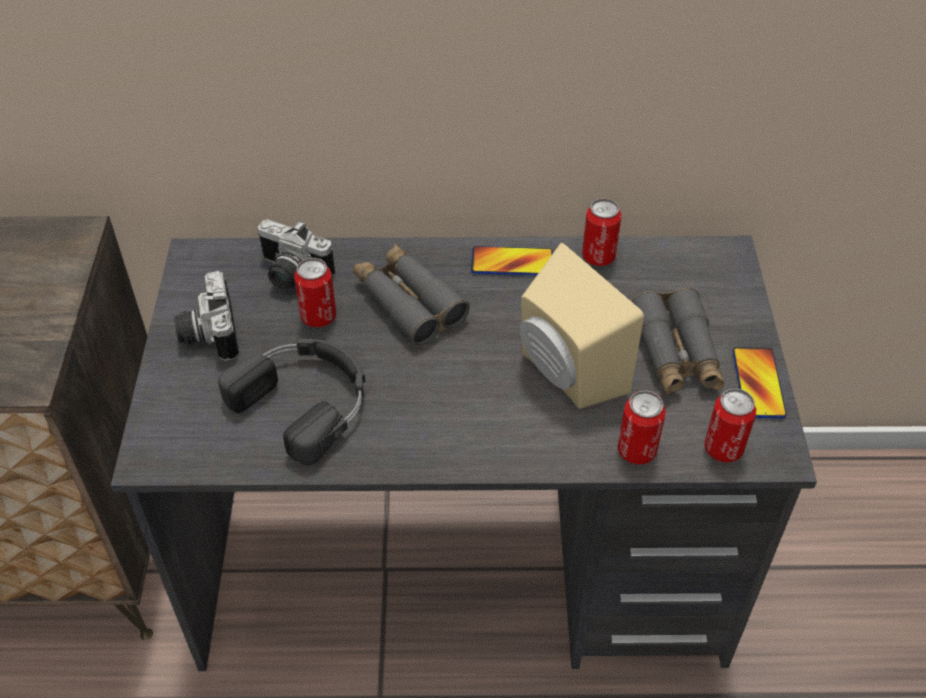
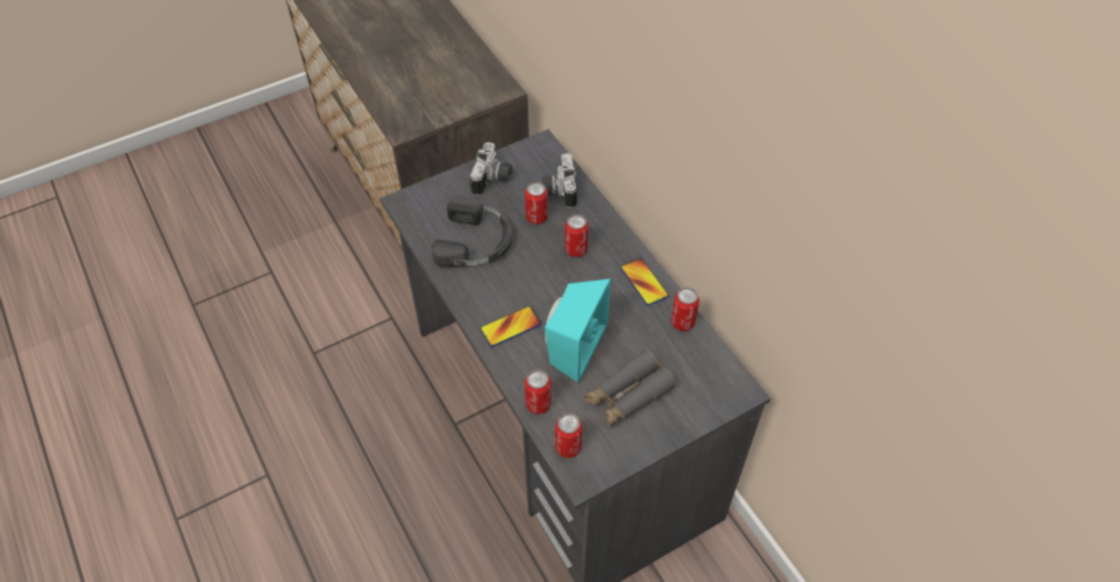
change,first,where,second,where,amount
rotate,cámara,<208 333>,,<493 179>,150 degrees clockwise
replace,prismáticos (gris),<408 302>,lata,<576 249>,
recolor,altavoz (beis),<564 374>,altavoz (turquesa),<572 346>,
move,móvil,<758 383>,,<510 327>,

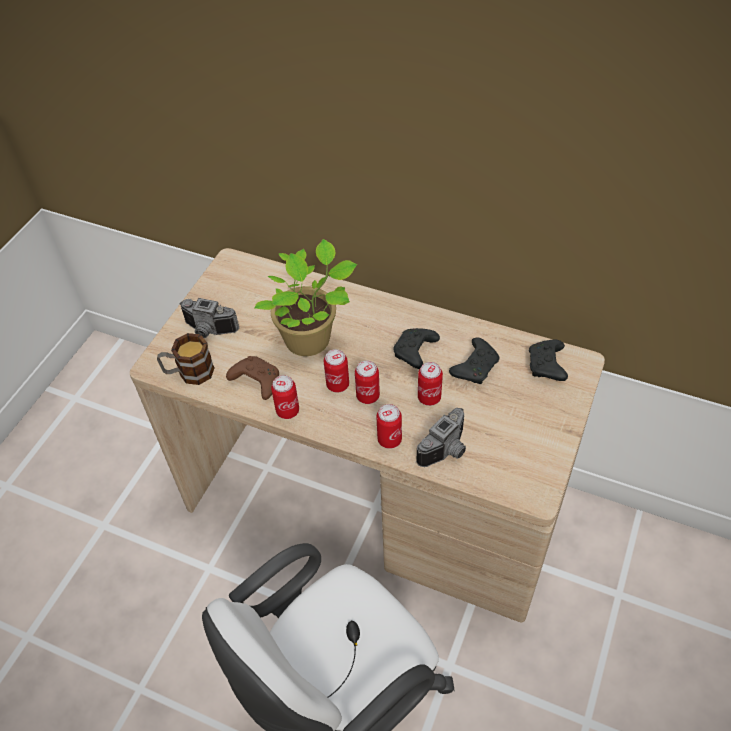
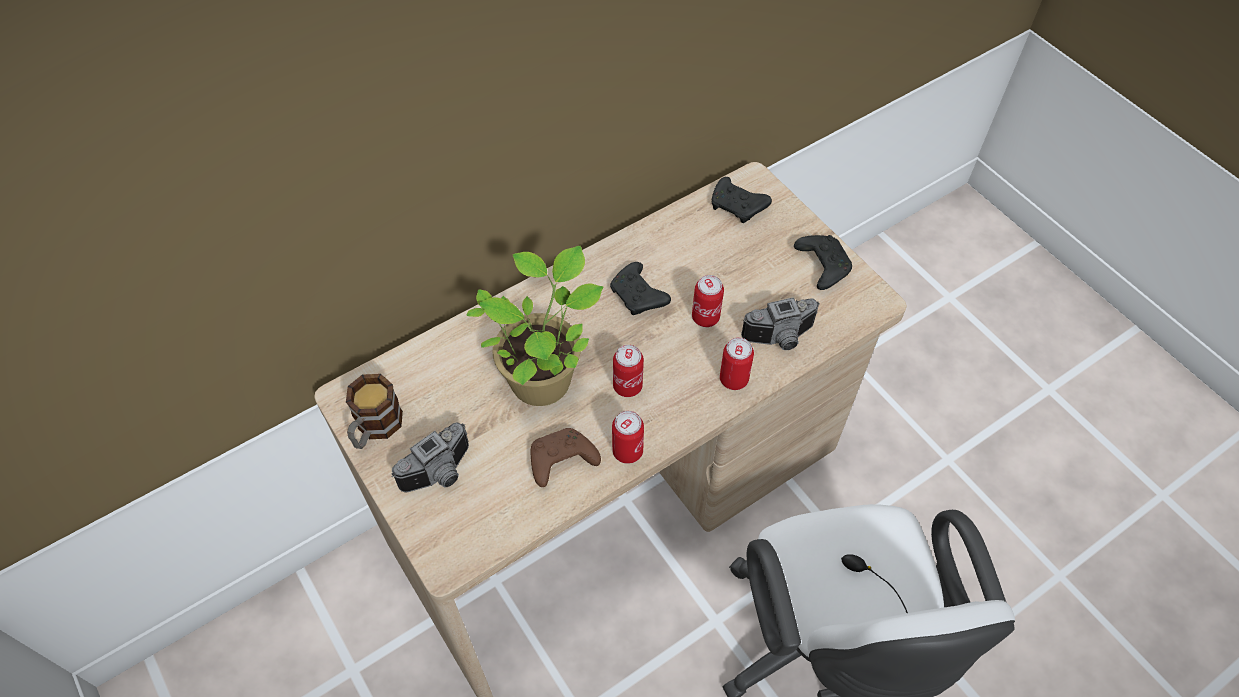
change,first,where,second,where,amount
move,taza grande,<189 373>,,<375 428>,
delete,lata,<368 396>,,,
rotate,cámara,<447 451>,,<781 339>,90 degrees clockwise
move,mando de consola (negro),<475 367>,,<821 265>,

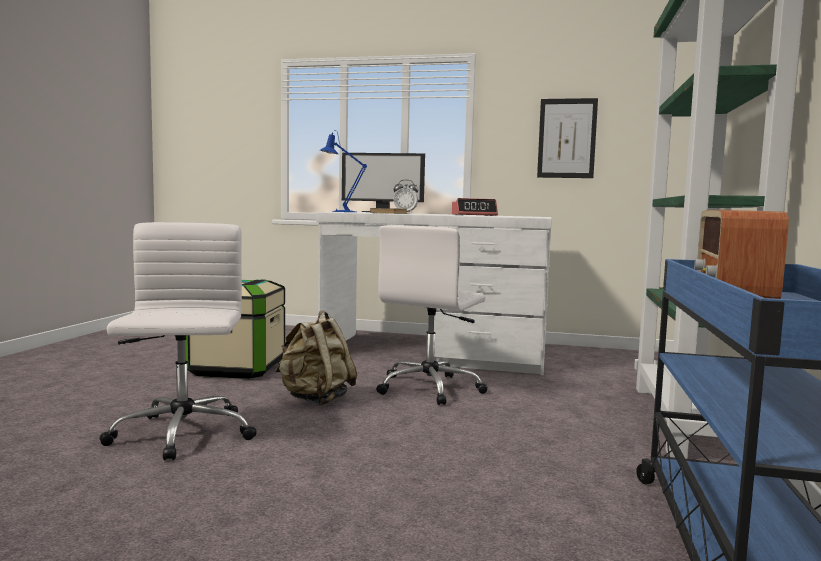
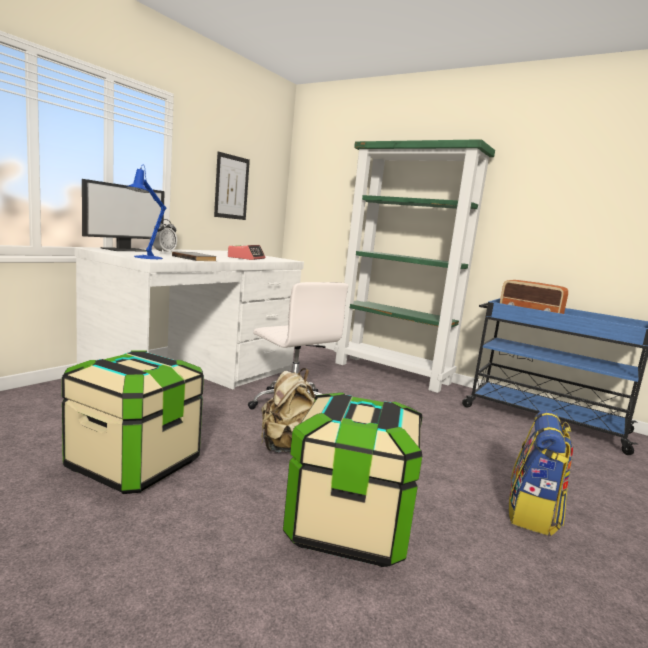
change,first,where,second,where,amount
replace,silla de oficina (blanco),<182 435>,caja de almacenaje,<348 525>,
insert,,,mochila,<533 514>,

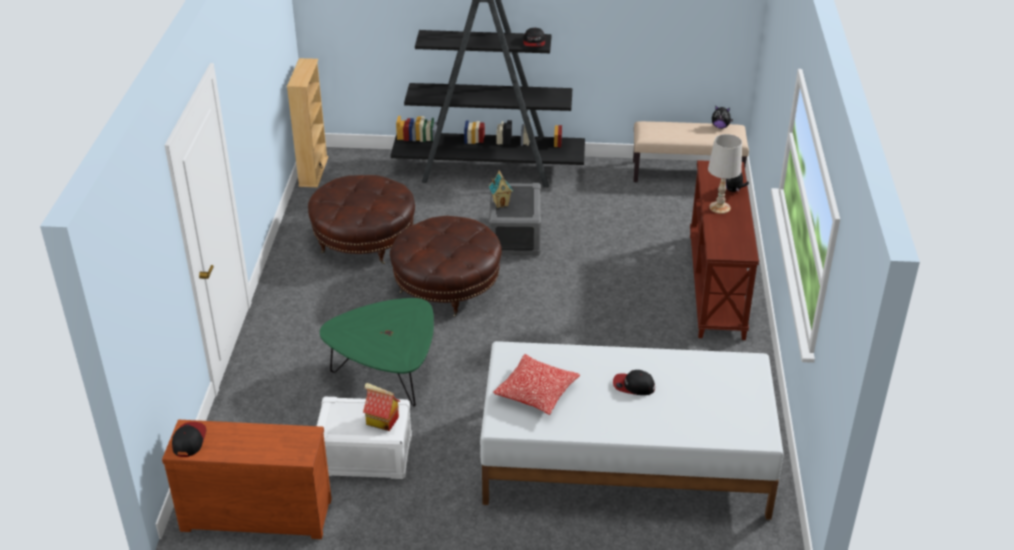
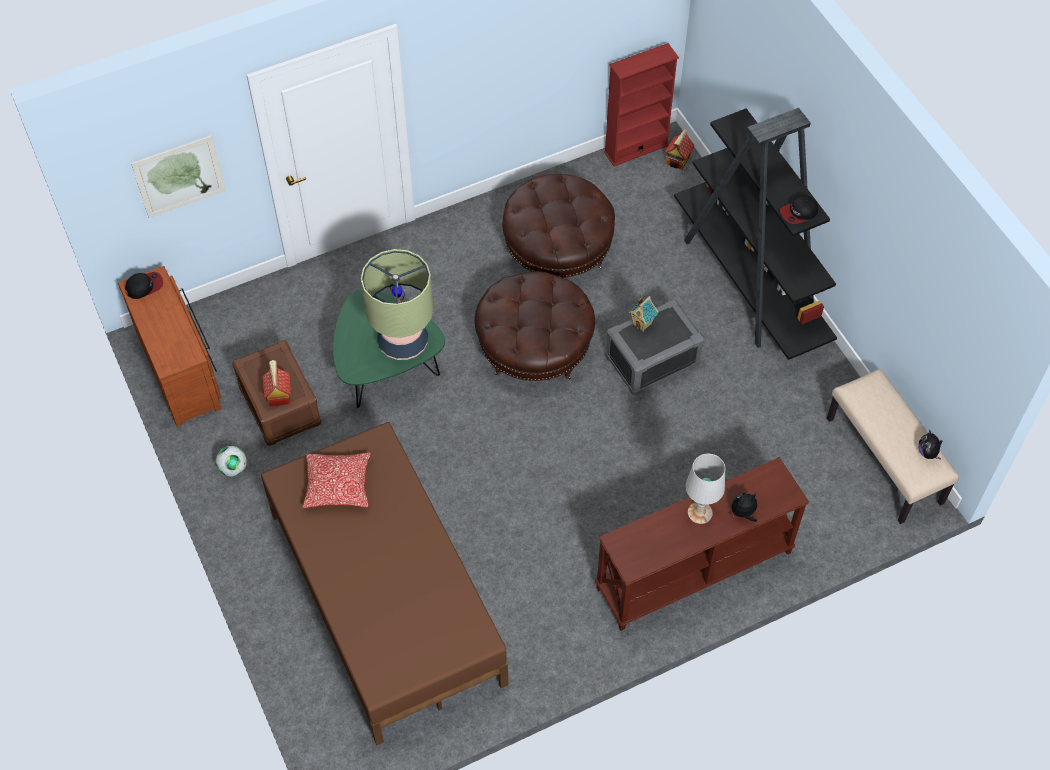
change,first,where,second,where,amount
recolor,estantería (beis),<313 171>,estantería (rojo),<636 148>,
recolor,caja de almacenaje (blanco),<364 456>,caja de almacenaje (marrón),<279 405>,
recolor,cama (blanco),<626 460>,cama (marrón),<385 599>,
delete,gorra,<633 386>,,,
insert,,,cuadro,<179 176>,
insert,,,balón de fútbol,<233 468>,
insert,,,lámpara de mesa,<403 342>,
insert,,,casita,<678 160>,

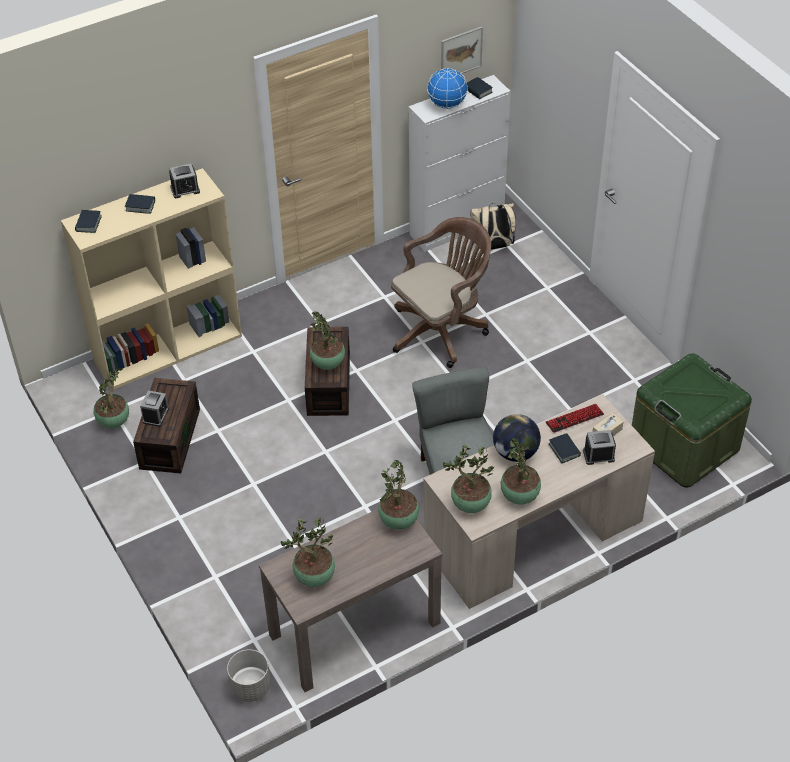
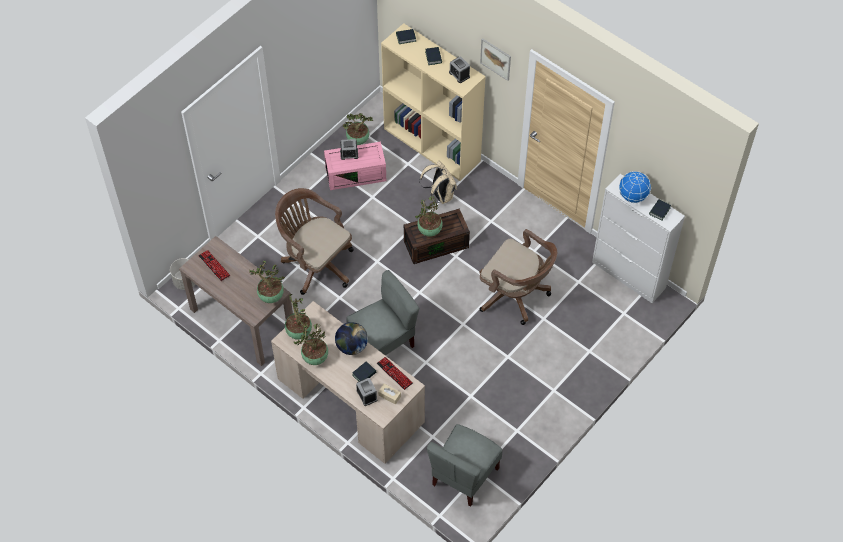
change,first,where,second,where,amount
recolor,caja de almacenaje (marrón),<169 437>,caja de almacenaje (rosa),<356 173>,
replace,planta en maceta,<313 578>,teclado,<214 266>,
move,cuadro,<461 53>,,<495 59>,
move,mochila (beis),<493 246>,,<440 195>,
replace,caja de almacenaje (verde),<684 446>,silla (gris),<464 476>,
insert,,,silla de oficina (marrón),<316 263>,

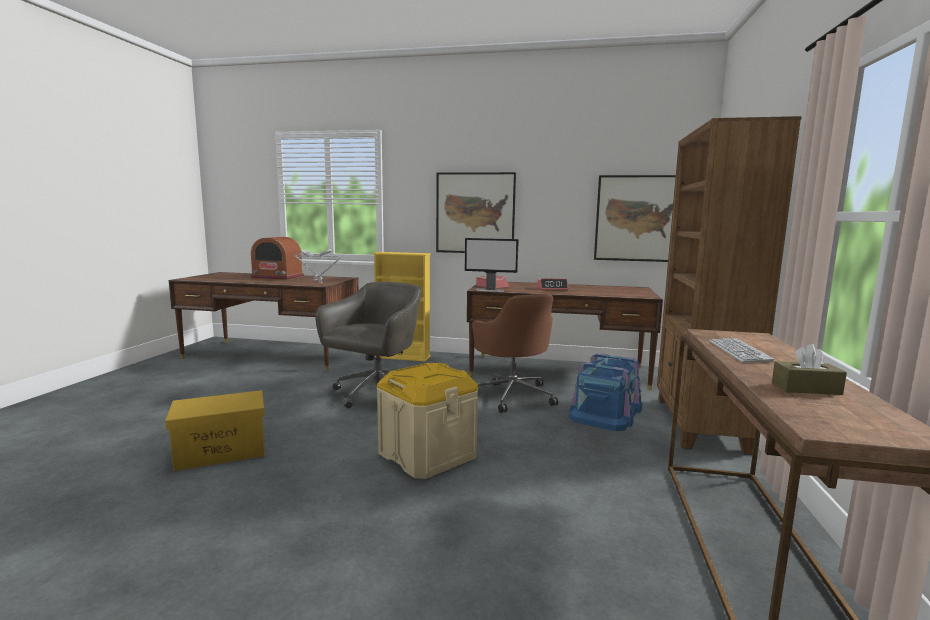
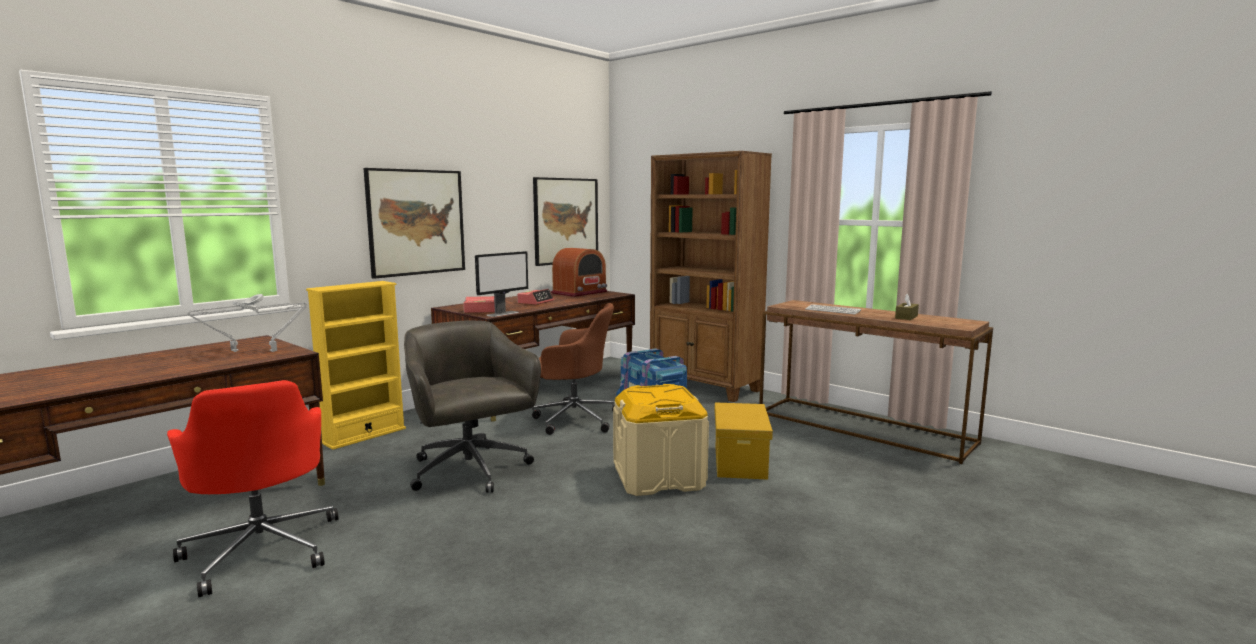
change,first,where,second,where,amount
move,caja de almacenaje (amarillo),<220 452>,,<740 462>,
move,radio,<277 277>,,<580 292>,
insert,,,silla de oficina (rojo),<262 549>,

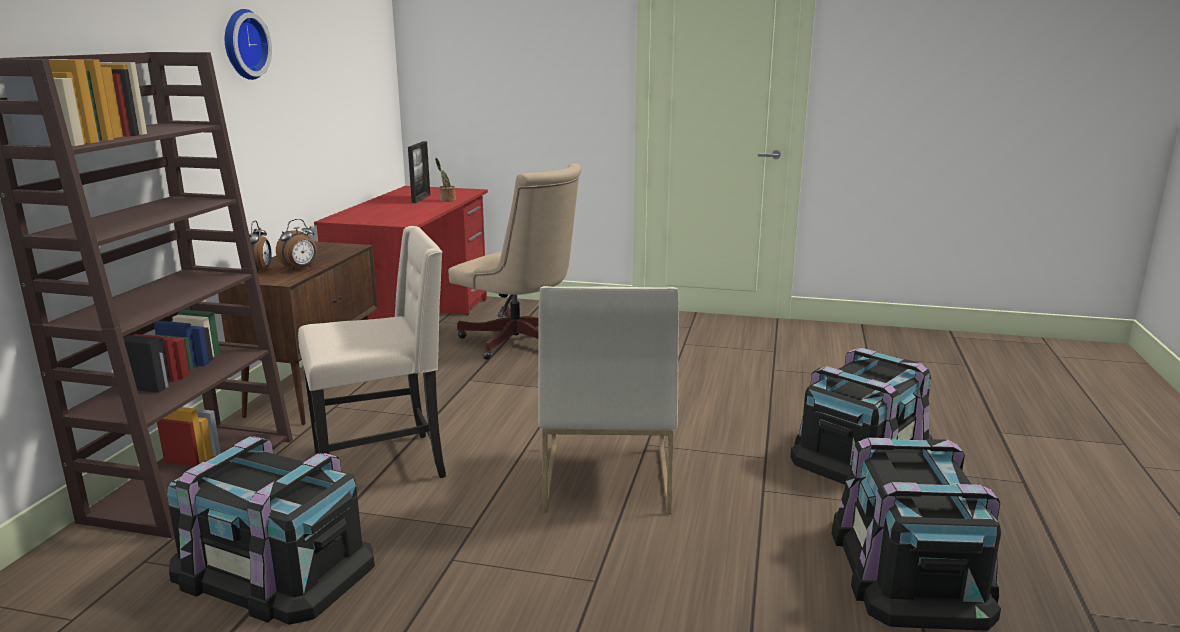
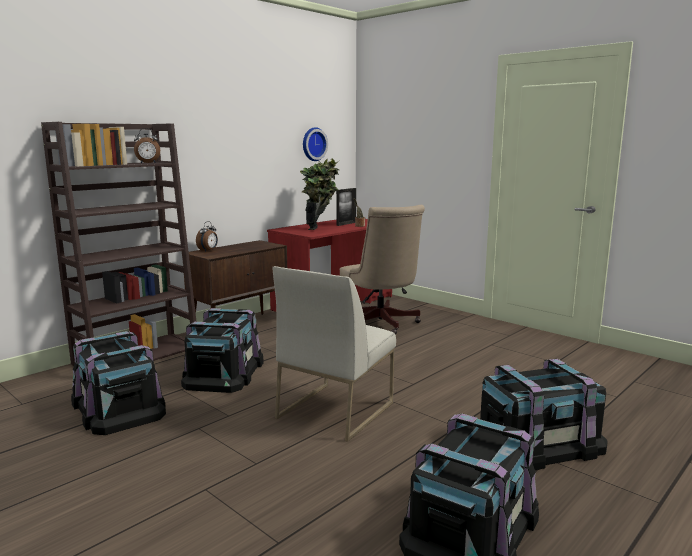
change,first,where,second,where,amount
move,reloj de pared,<242 44>,,<313 144>,
move,despertador,<300 269>,,<148 163>,
replace,silla (beis),<382 465>,caja de almacenaje (negro),<225 372>,
insert,,,planta en maceta,<320 228>,

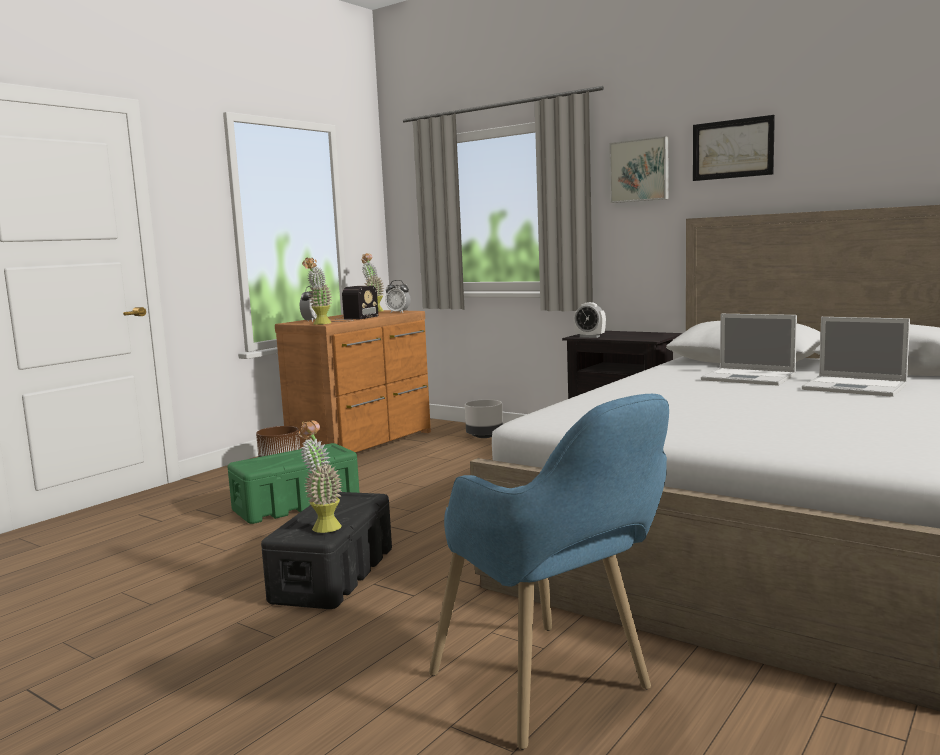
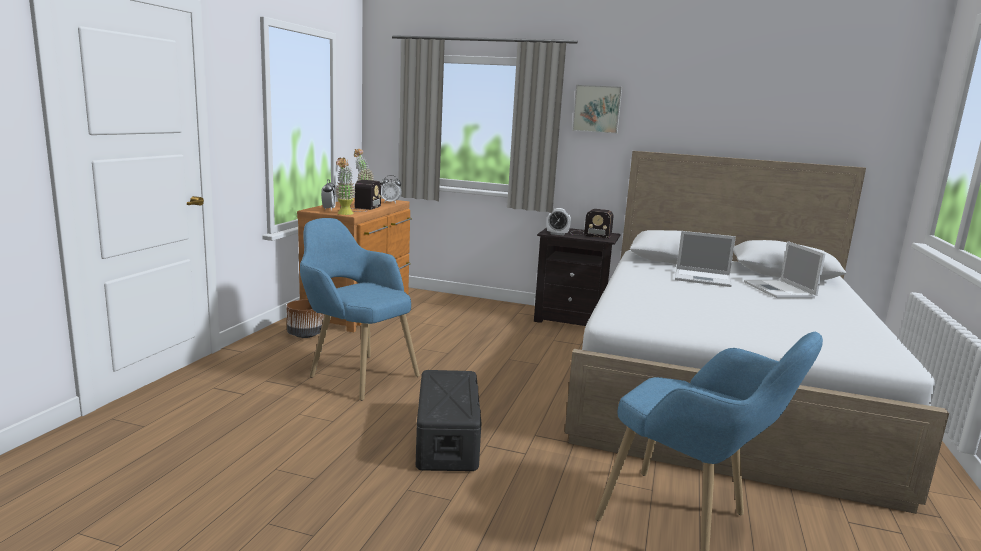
change,first,where,second,where,amount
replace,caja de almacenaje (verde),<297 504>,sillón (azul),<355 373>,
delete,planta en maceta,<323 525>,,,
delete,maceta (gris),<484 436>,,,
delete,cuadro,<732 149>,,,
rotate,portátil,<856 387>,,<780 290>,60 degrees clockwise
insert,,,radio,<589 234>,

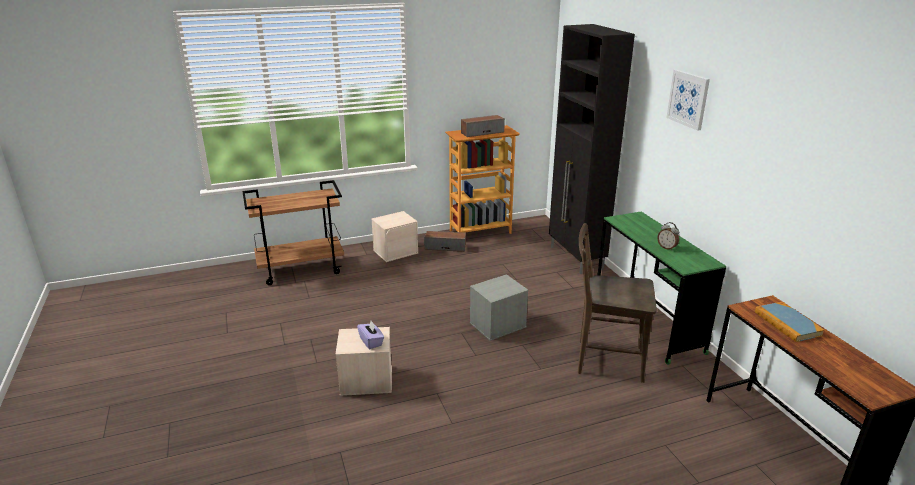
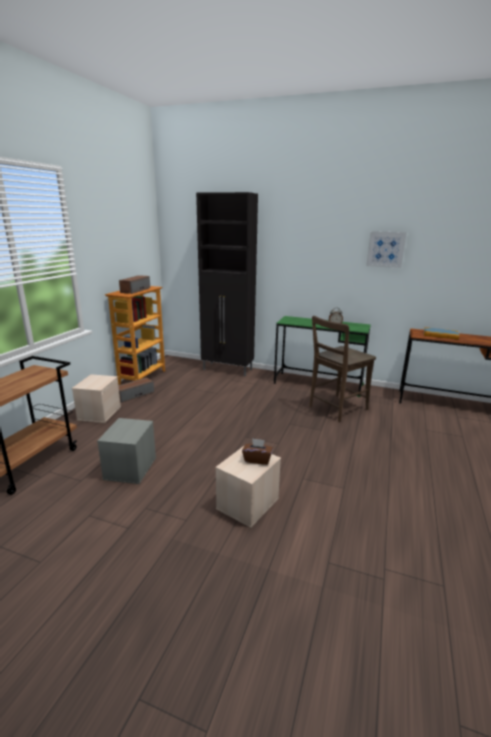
change,first,where,second,where,amount
recolor,caja de pañuelos (morado),<371 342>,caja de pañuelos (marrón),<257 459>,
move,caja de almacenaje (gris),<497 325>,,<130 468>,
move,cuadro,<688 99>,,<386 249>,

